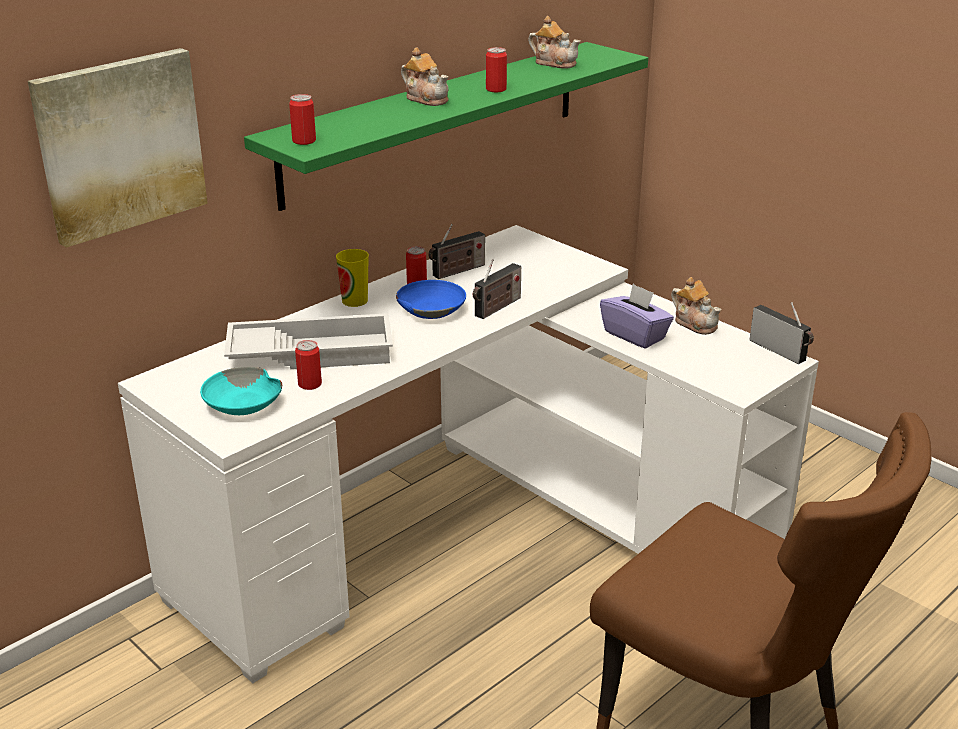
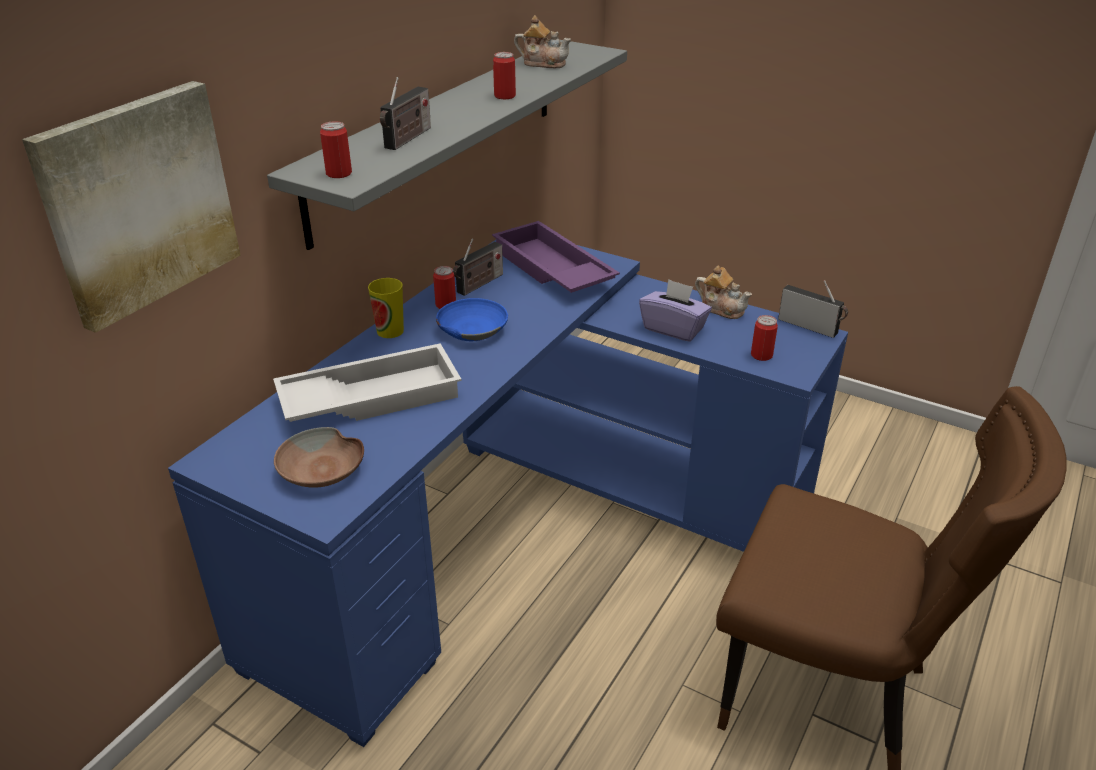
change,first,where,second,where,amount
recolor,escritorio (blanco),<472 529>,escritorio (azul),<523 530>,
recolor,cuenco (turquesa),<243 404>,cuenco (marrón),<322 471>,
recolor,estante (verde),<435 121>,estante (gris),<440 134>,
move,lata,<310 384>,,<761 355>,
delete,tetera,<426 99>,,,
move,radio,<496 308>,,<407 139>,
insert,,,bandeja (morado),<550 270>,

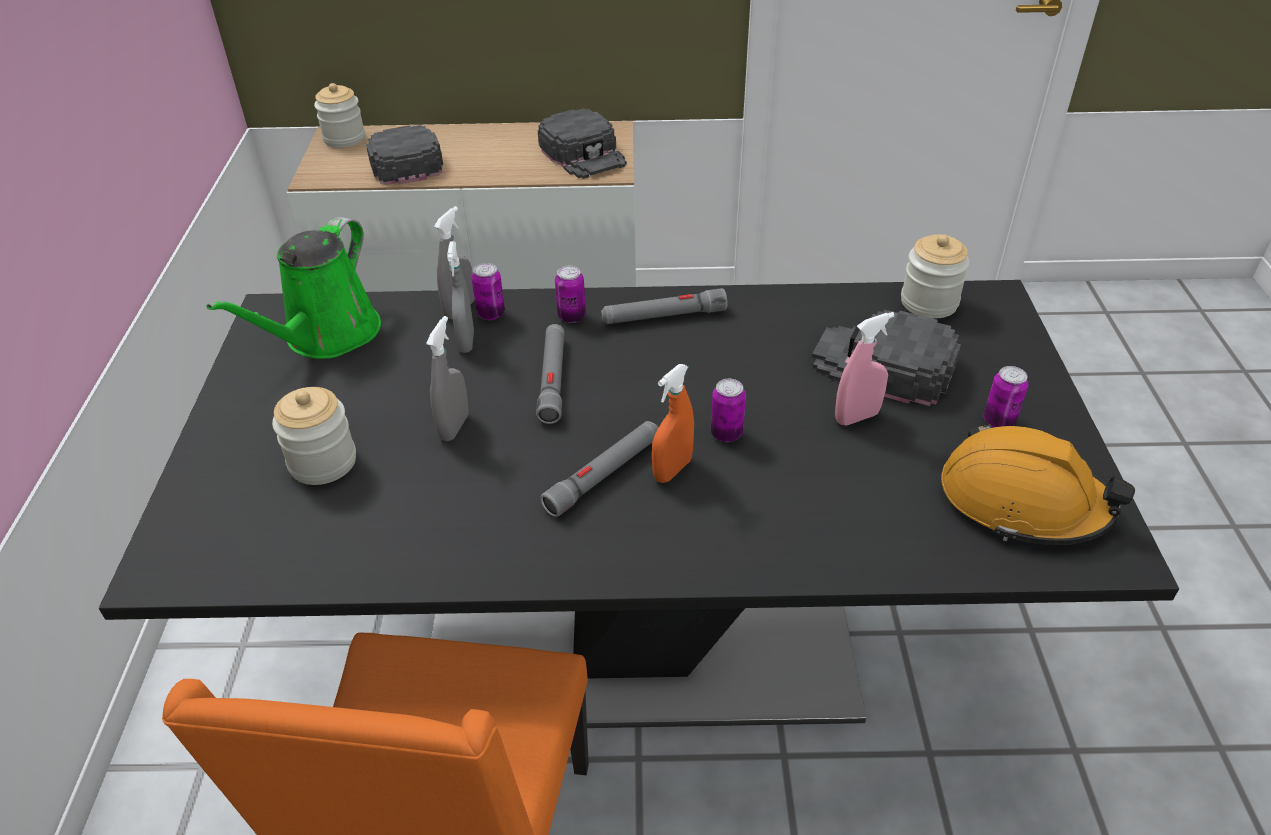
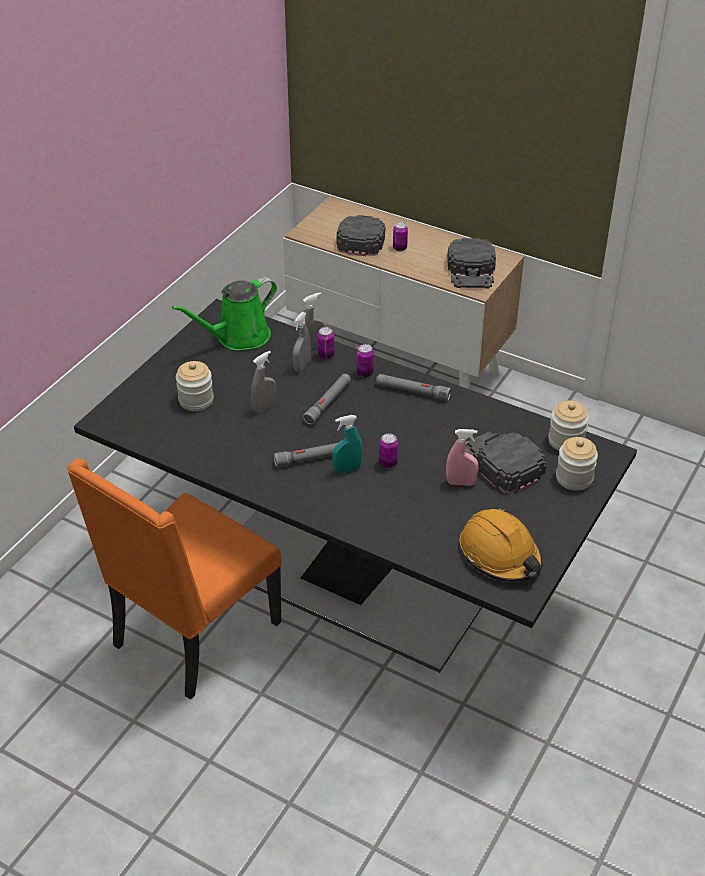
change,first,where,second,where,amount
move,tarro,<344 138>,,<574 478>,
recolor,pulverizador (naranja),<672 470>,pulverizador (turquesa),<347 469>,
move,lata,<998 421>,,<400 248>,

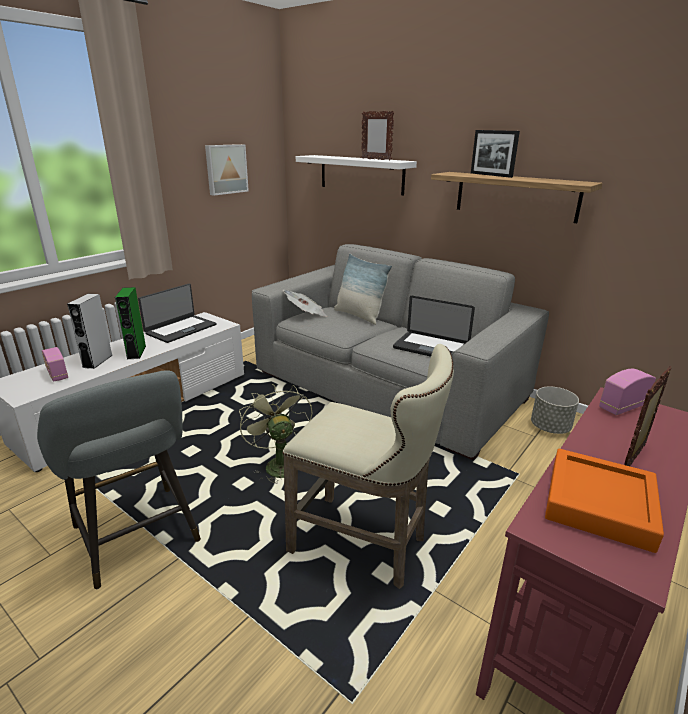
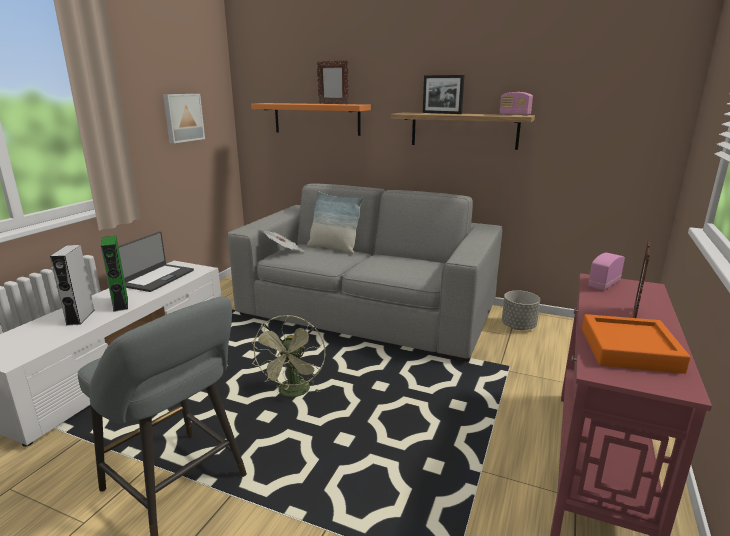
change,first,where,second,where,amount
move,radio,<57 374>,,<514 115>,
rotate,ventilador (verde),<278 464>,,<293 393>,135 degrees counterclockwise
delete,taburete (beis),<365 545>,,,
recolor,estante (blanco),<361 174>,estante (naranja),<316 118>,
delete,portátil,<431 348>,,,

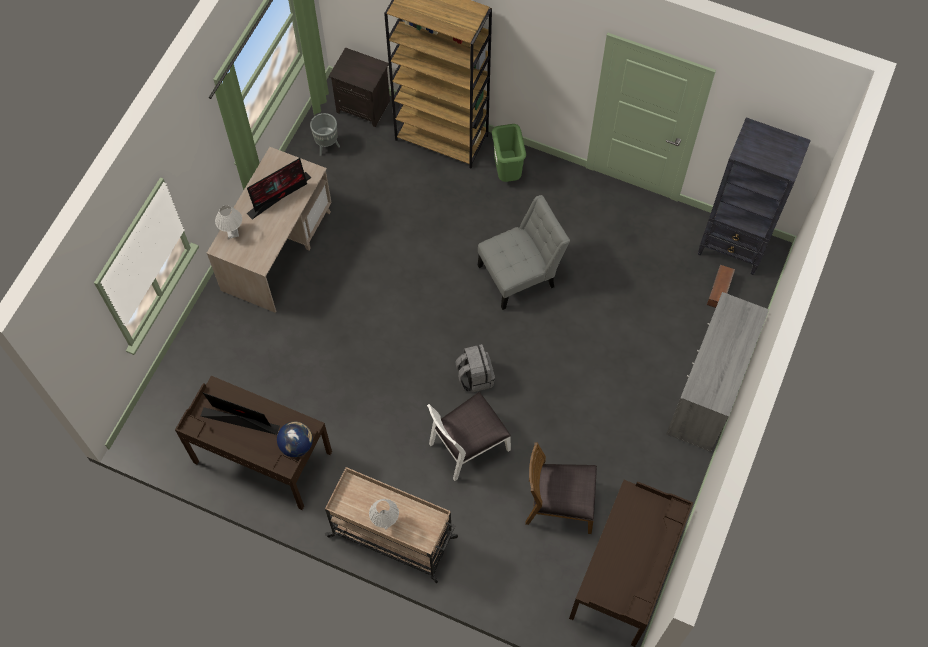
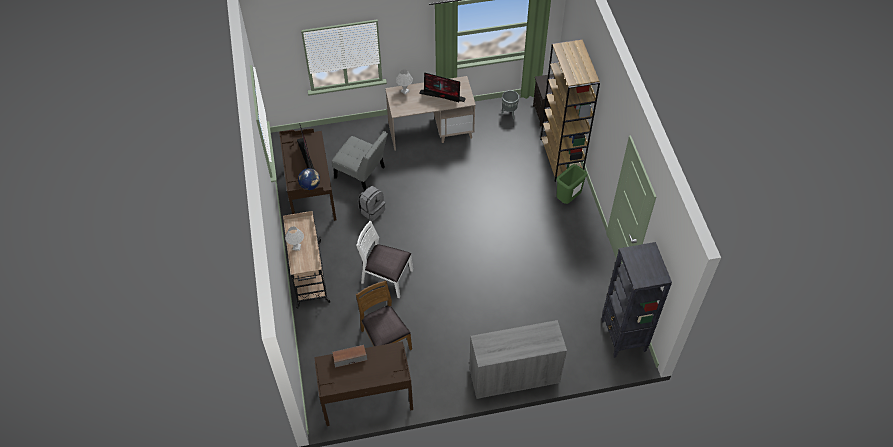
change,first,where,second,where,amount
move,mochila (gris),<475 377>,,<372 210>,
move,silla (gris),<520 274>,,<362 174>,
move,altavoz,<719 290>,,<350 358>,

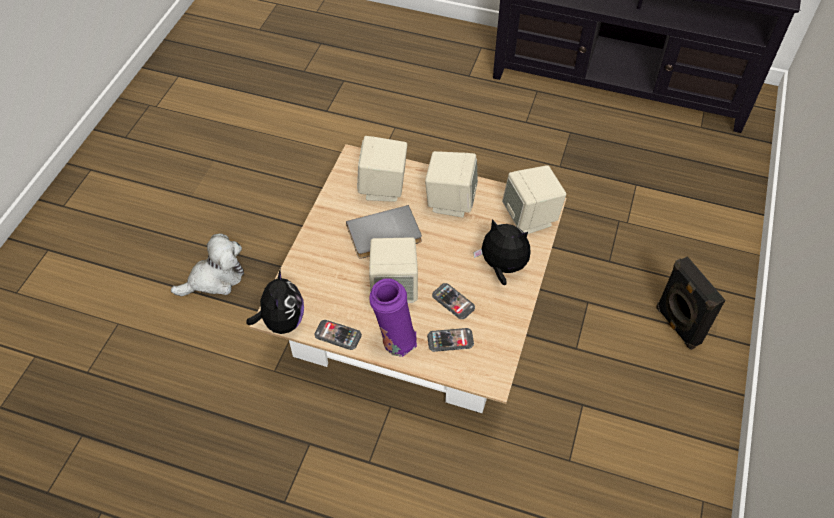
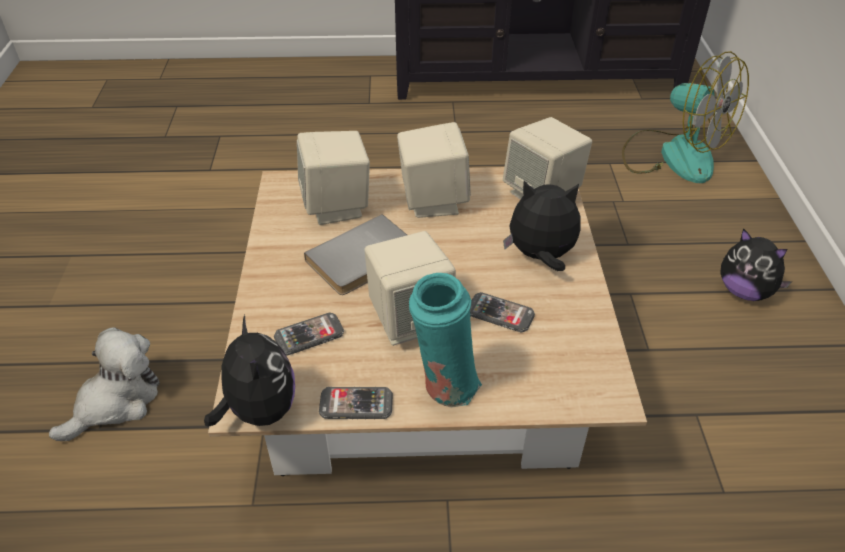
change,first,where,second,where,amount
recolor,florero (morado),<395 341>,florero (turquesa),<445 387>,
move,móvil,<450 340>,,<309 335>,
replace,altavoz (negro),<676 326>,peluche,<744 291>,
insert,,,ventilador,<673 155>,

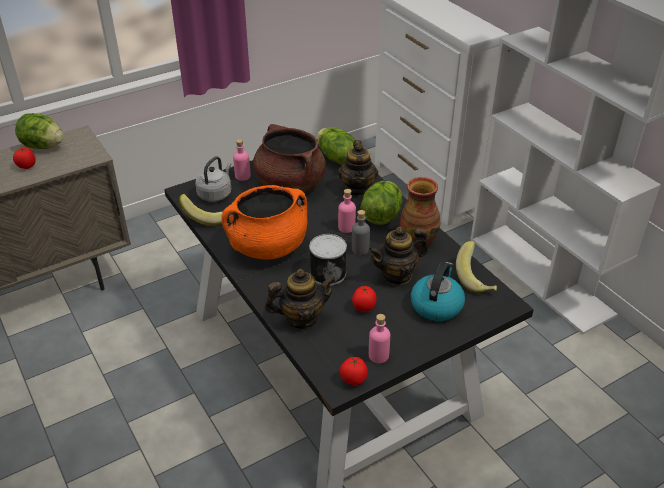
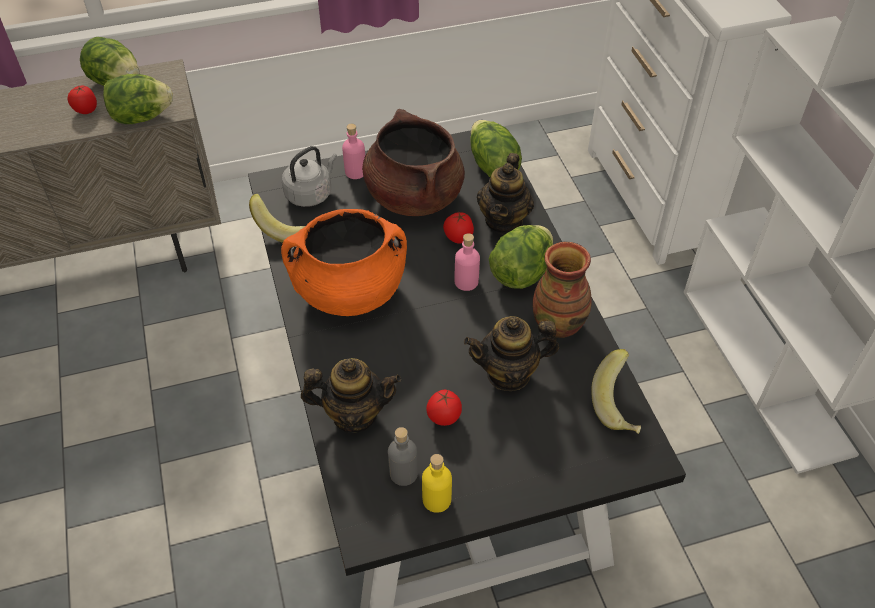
change,first,where,second,where,amount
delete,lata,<328 272>,,,
move,tomate,<353 380>,,<458 238>,
move,botella (gris),<360 249>,,<403 473>,
recolor,botella (rosa),<378 355>,botella (amarillo),<436 499>,
delete,hervidor,<436 305>,,,
insert,,,lechuga,<141 117>,

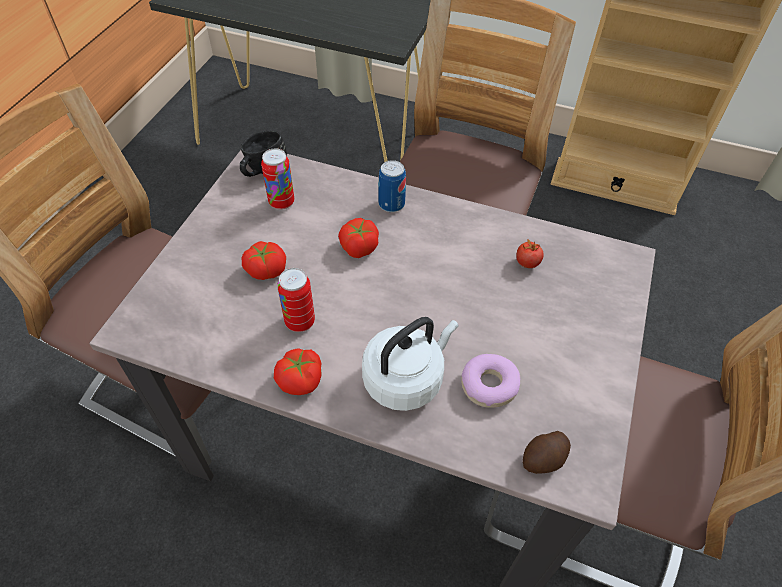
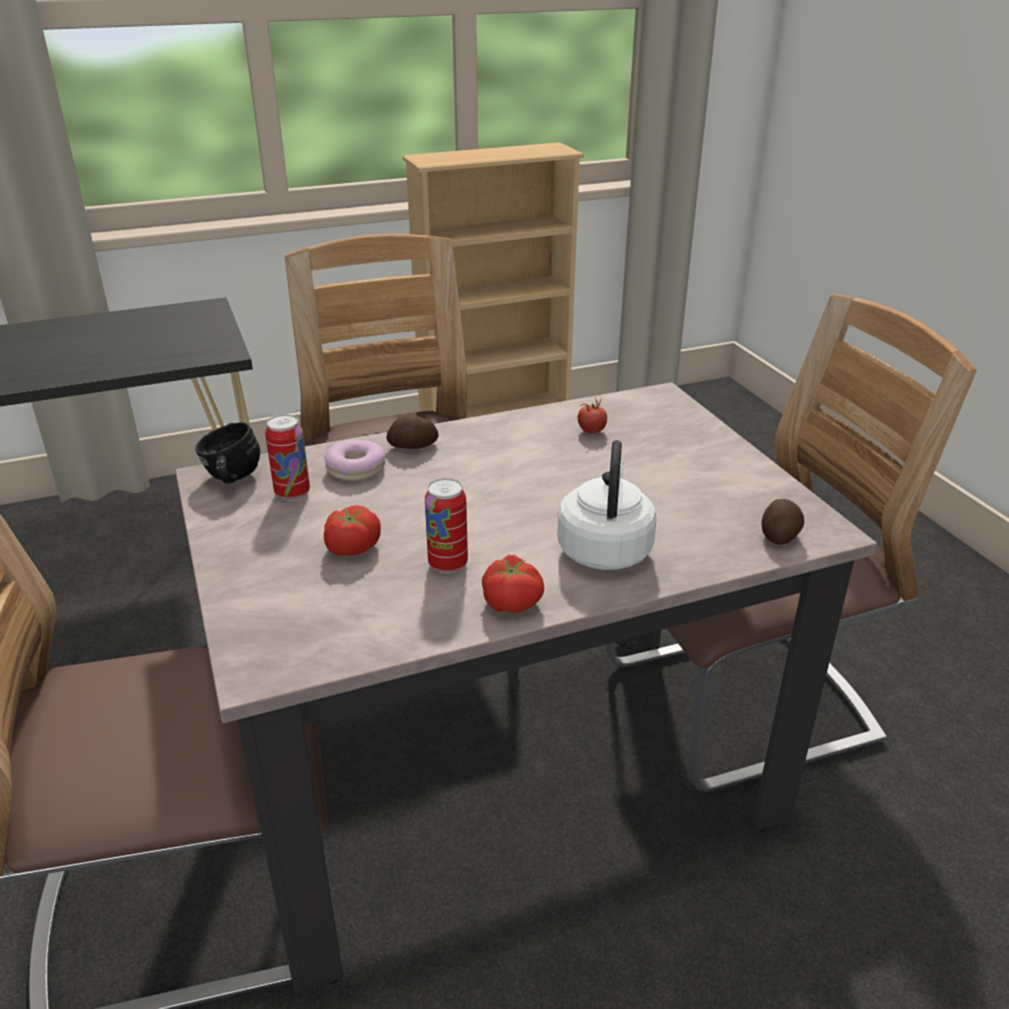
change,first,where,second,where,amount
delete,tomate,<358 247>,,,
replace,lata,<391 204>,patata,<413 446>,
move,rosquilla,<489 385>,,<356 469>,

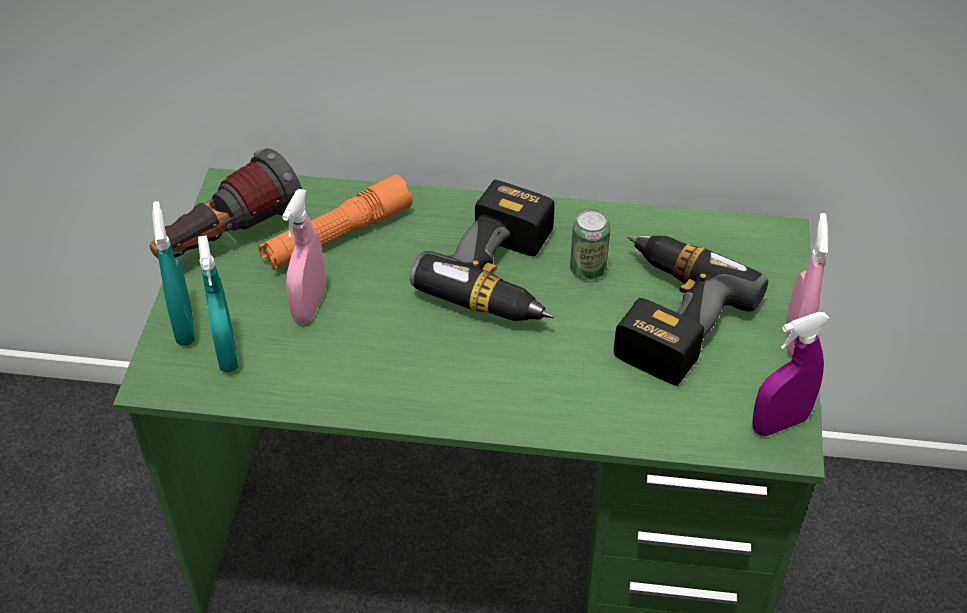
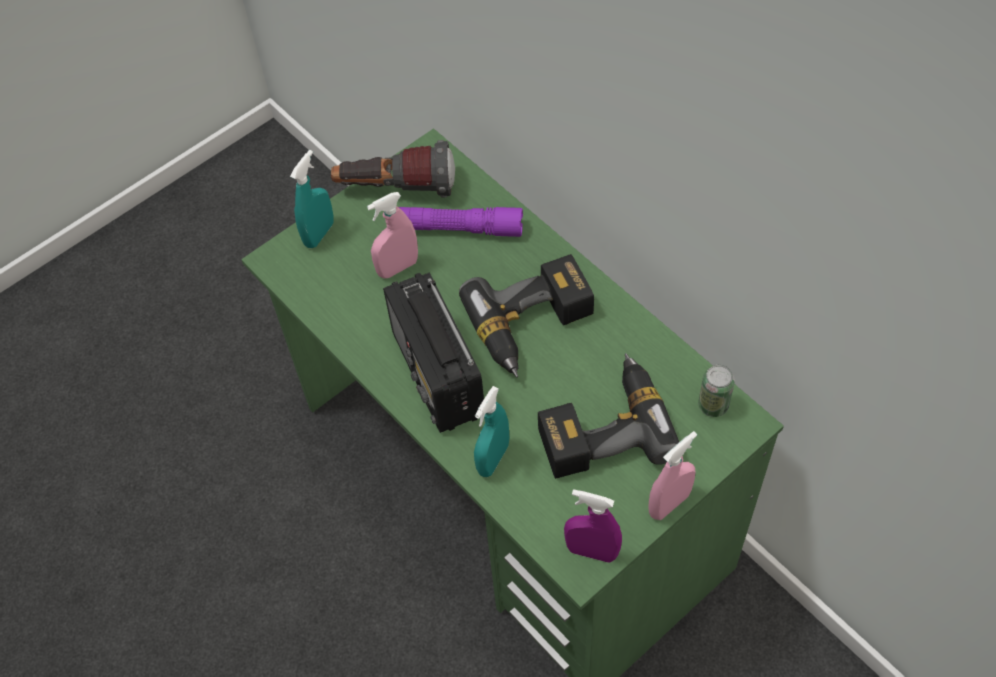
change,first,where,second,where,amount
move,pulverizador (turquesa),<227 353>,,<493 459>,
recolor,linterna (naranja),<337 236>,linterna (morado),<459 228>,
move,lata,<588 269>,,<713 405>,
insert,,,radio,<438 375>,

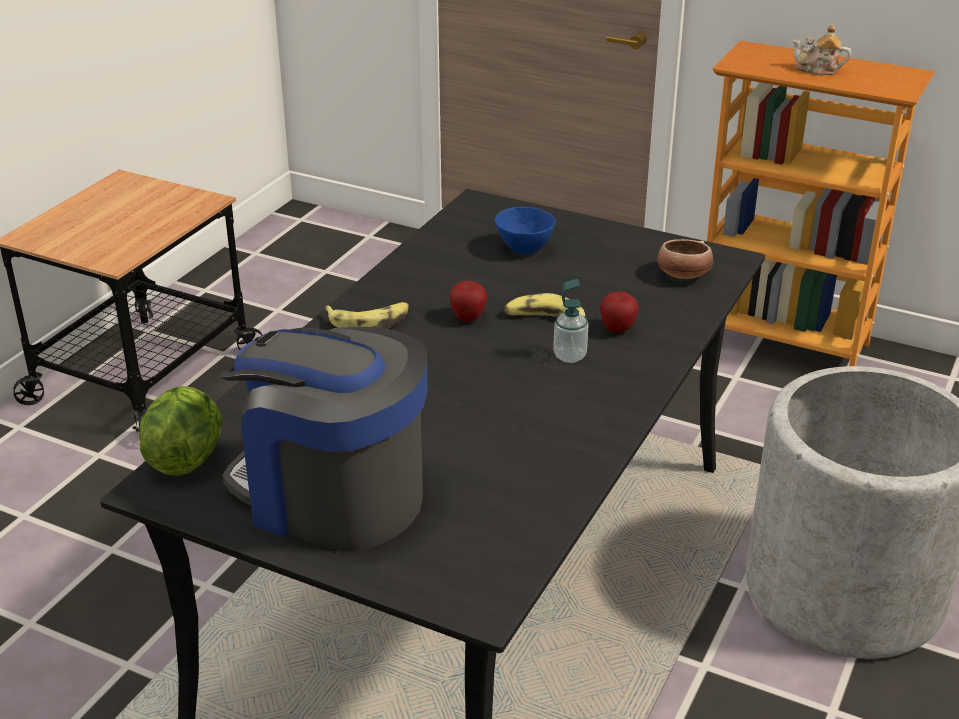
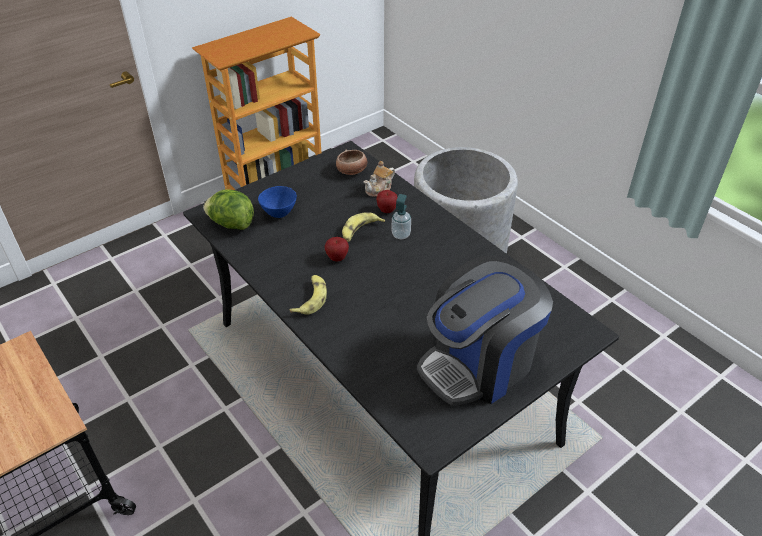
change,first,where,second,where,amount
move,lechuga,<185 458>,,<231 224>,
move,tetera,<817 70>,,<379 189>,

